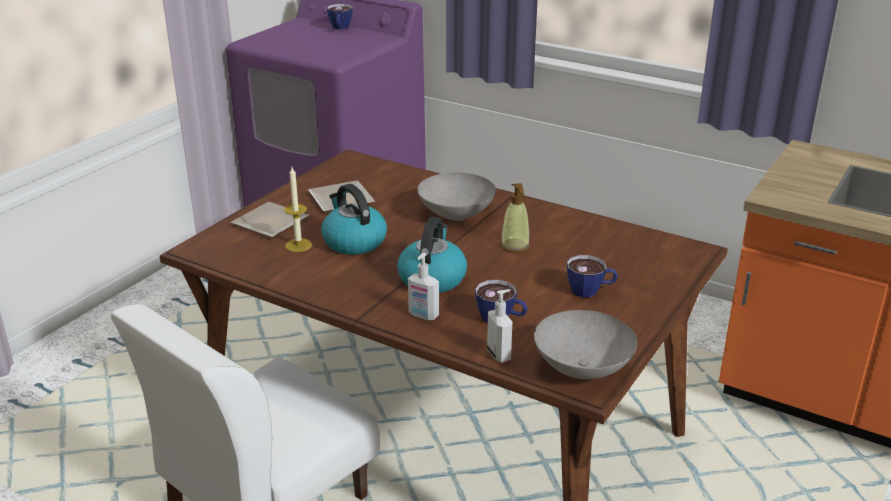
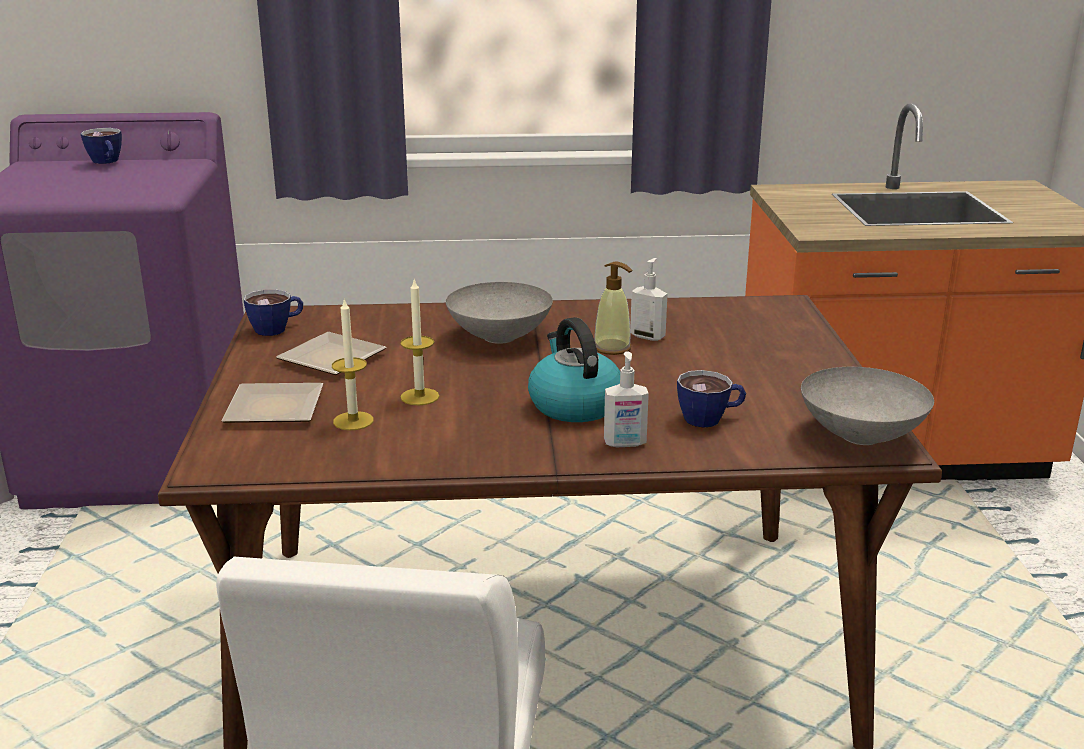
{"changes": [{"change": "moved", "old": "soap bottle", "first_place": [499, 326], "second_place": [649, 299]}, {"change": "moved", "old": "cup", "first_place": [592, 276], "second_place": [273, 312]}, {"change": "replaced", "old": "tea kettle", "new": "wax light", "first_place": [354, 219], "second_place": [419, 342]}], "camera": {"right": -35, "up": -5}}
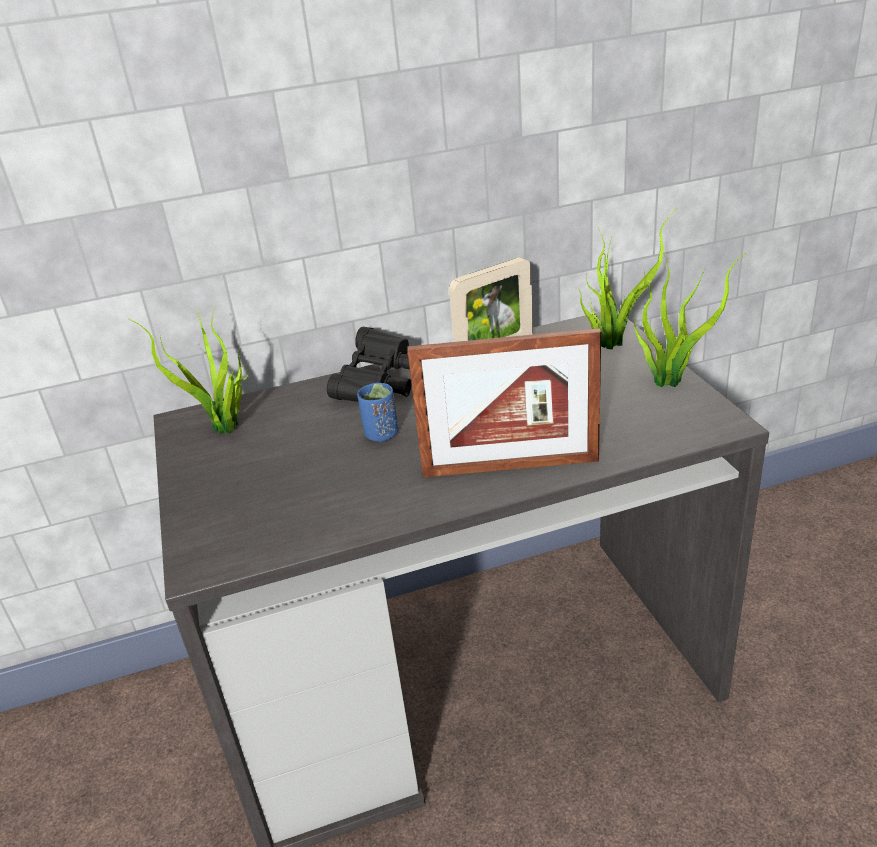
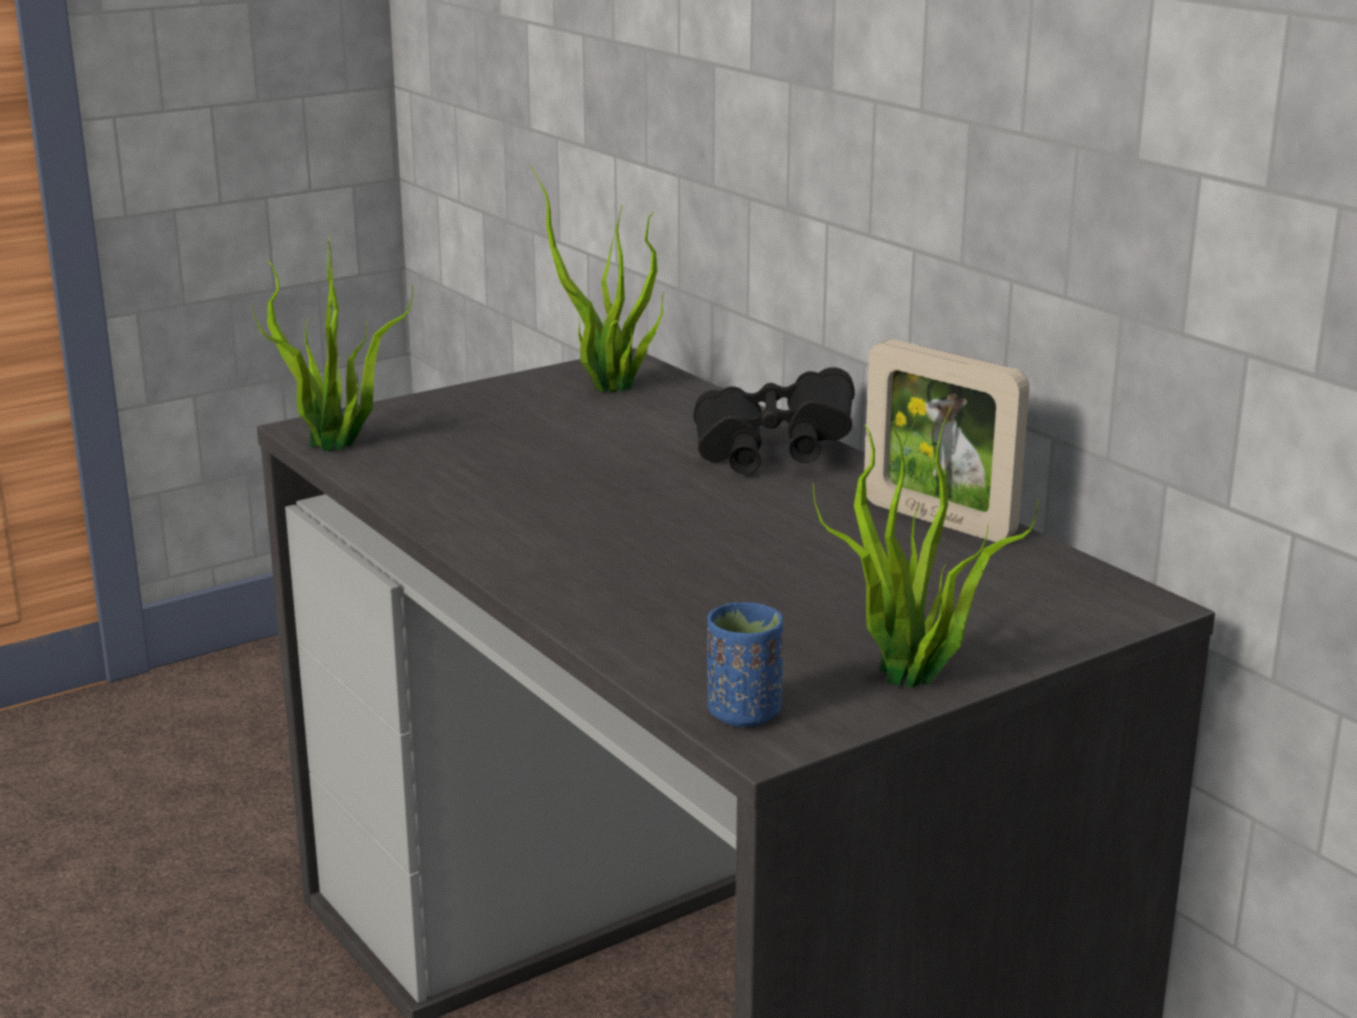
{"changes": [{"change": "removed", "old": "picture frame", "first_place": [504, 403]}, {"change": "moved", "old": "blue-coloured cup", "first_place": [377, 412], "second_place": [745, 664]}, {"change": "moved", "old": "potted plant", "first_place": [626, 280], "second_place": [332, 342]}], "camera": {"right": 70, "up": -10}}
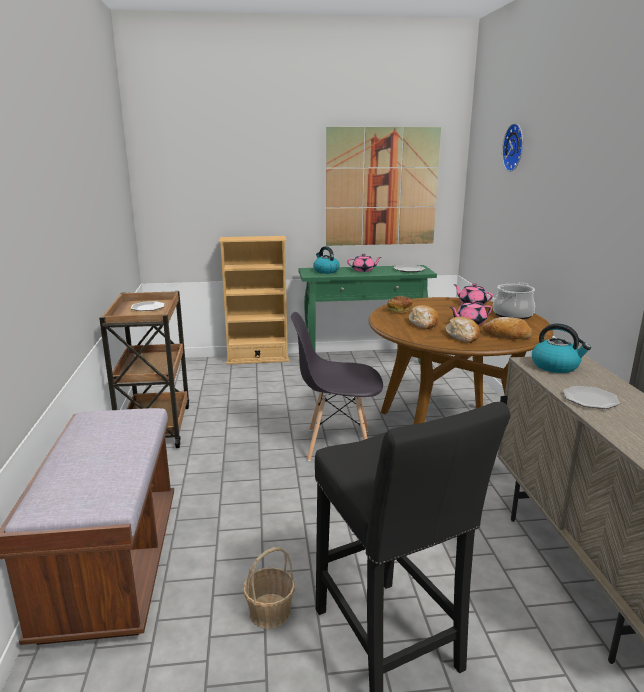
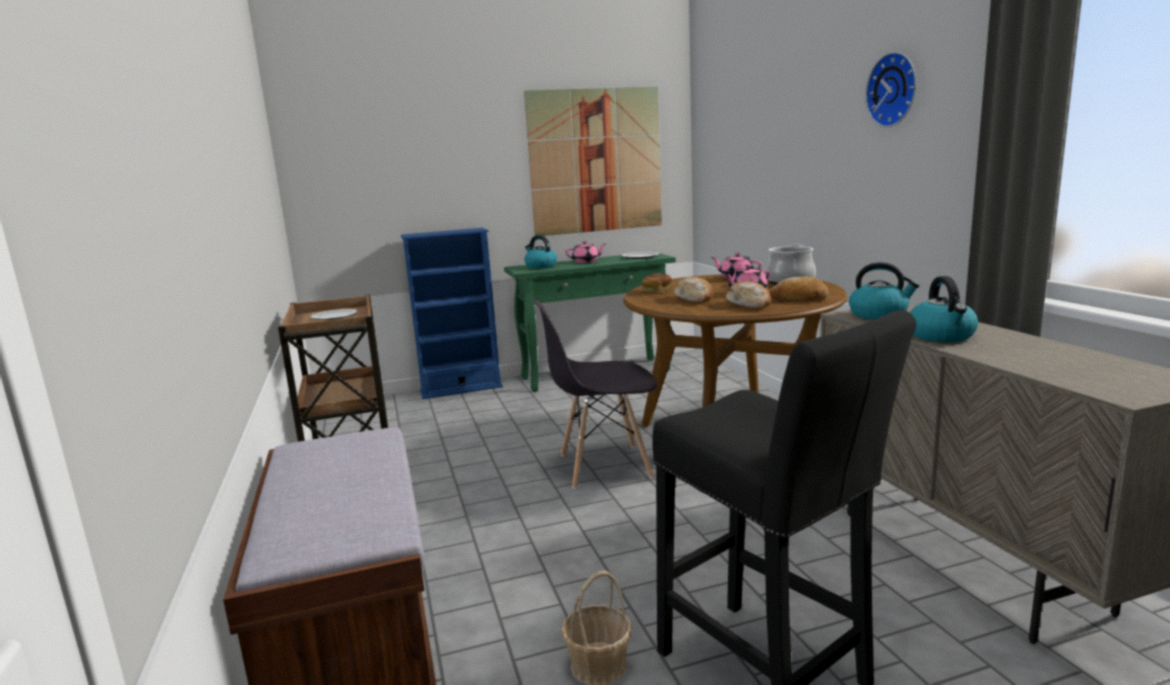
{"changes": [{"change": "moved", "old": "wall clock", "first_place": [512, 147], "second_place": [890, 89]}, {"change": "replaced", "old": "dinner plate", "new": "tea kettle", "first_place": [591, 397], "second_place": [944, 309]}, {"change": "recoloured", "old": "sand-coloured shelving unit", "new": "blue-coloured shelving unit", "first_place": [254, 300], "second_place": [452, 313]}], "camera": {"right": -10, "up": -5}}
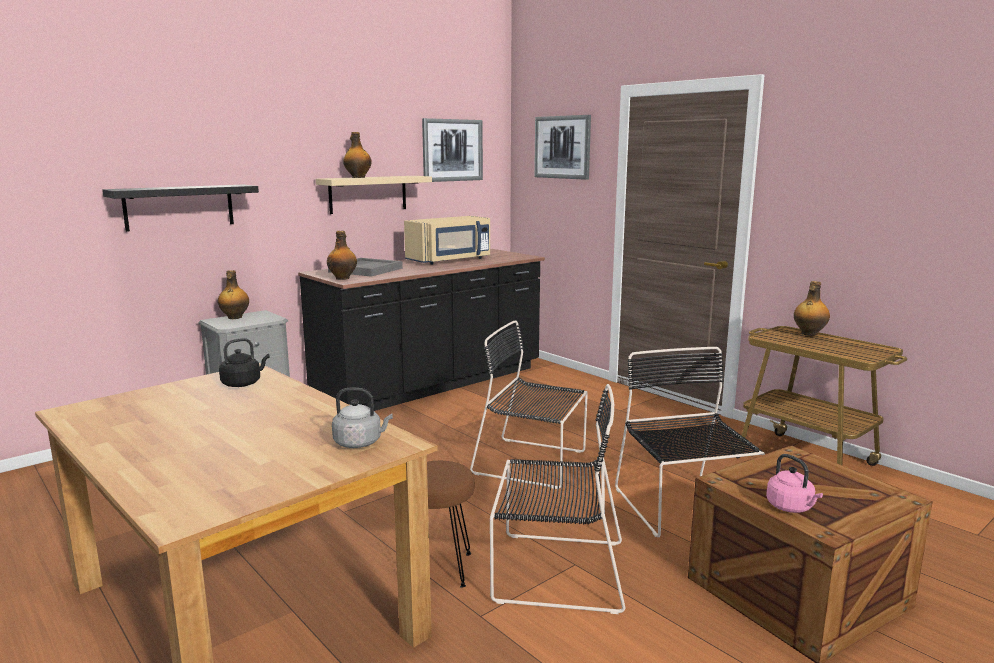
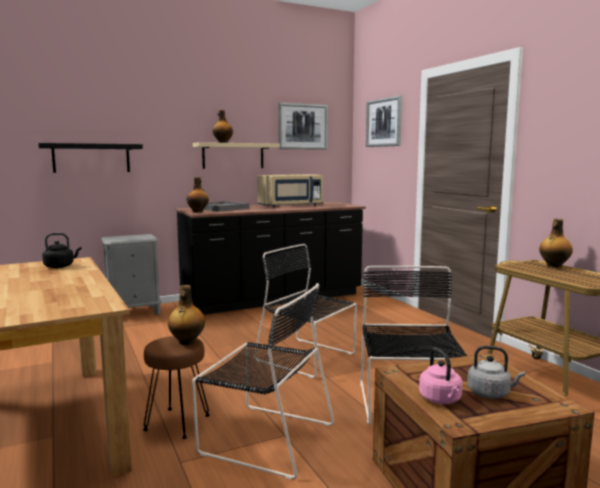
{"changes": [{"change": "moved", "old": "beverage bottle", "first_place": [233, 294], "second_place": [186, 315]}, {"change": "moved", "old": "greyish tea kettle", "first_place": [362, 418], "second_place": [496, 372]}], "camera": {"right": 15, "up": -5}}
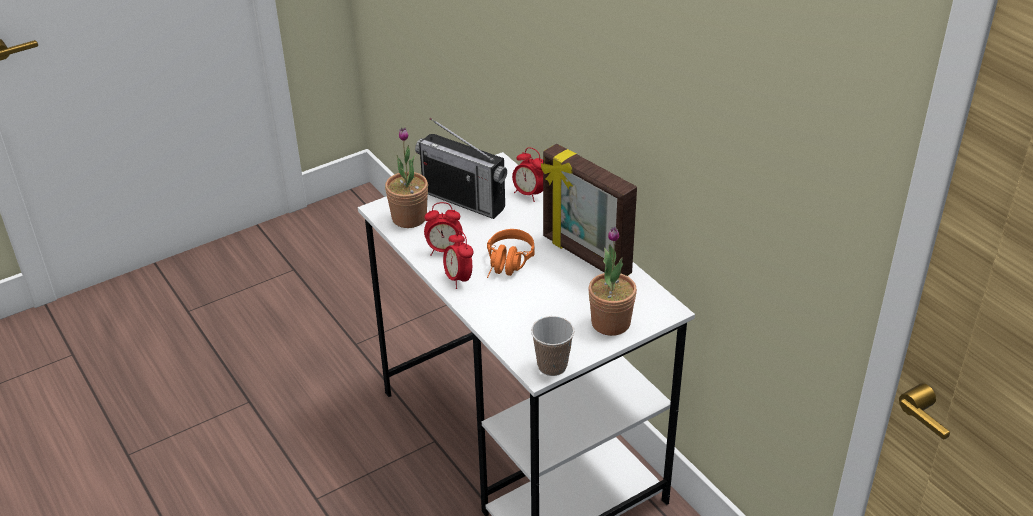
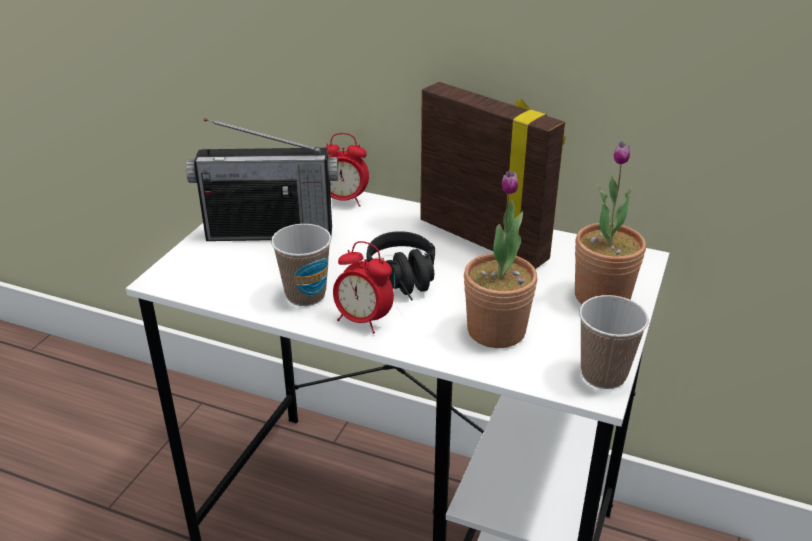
{"changes": [{"change": "moved", "old": "potted plant", "first_place": [406, 178], "second_place": [501, 259]}, {"change": "replaced", "old": "alarm clock", "new": "cup", "first_place": [443, 229], "second_place": [301, 265]}, {"change": "recoloured", "old": "orange-coloured headset", "new": "black-coloured headset", "first_place": [511, 253], "second_place": [401, 265]}, {"change": "turned", "old": "picture frame", "first_place": [589, 210], "second_place": [493, 175], "degrees": -150}], "camera": {"right": -35, "up": -5}}
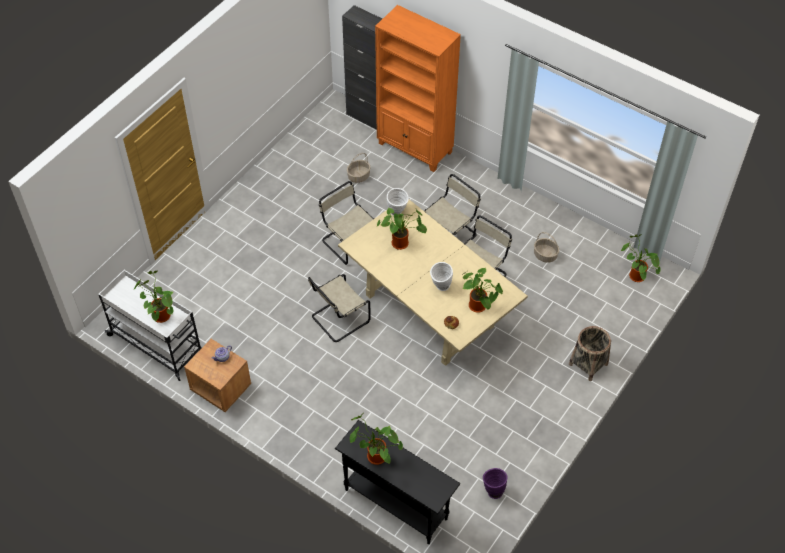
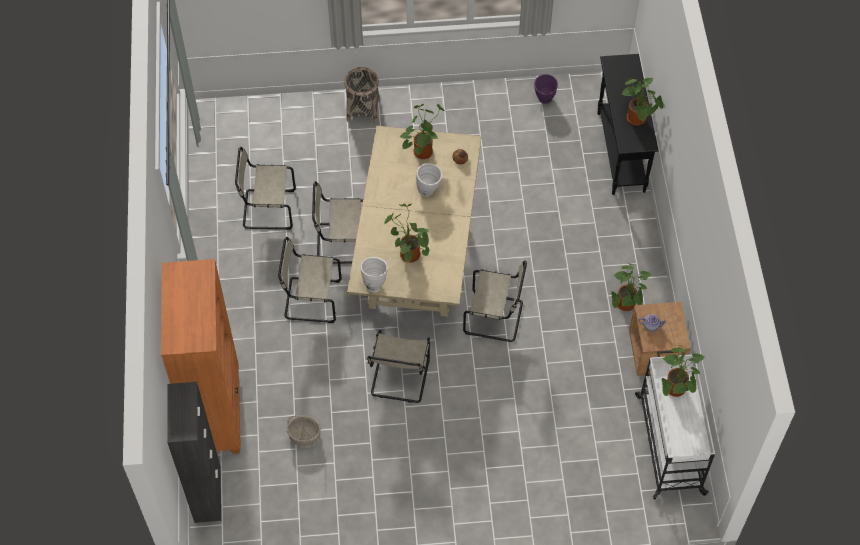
{"changes": [{"change": "moved", "old": "potted plant", "first_place": [640, 258], "second_place": [631, 287]}, {"change": "replaced", "old": "storage basket", "new": "sand-coloured chair", "first_place": [546, 247], "second_place": [265, 188]}], "camera": {"right": -130, "up": 5}}
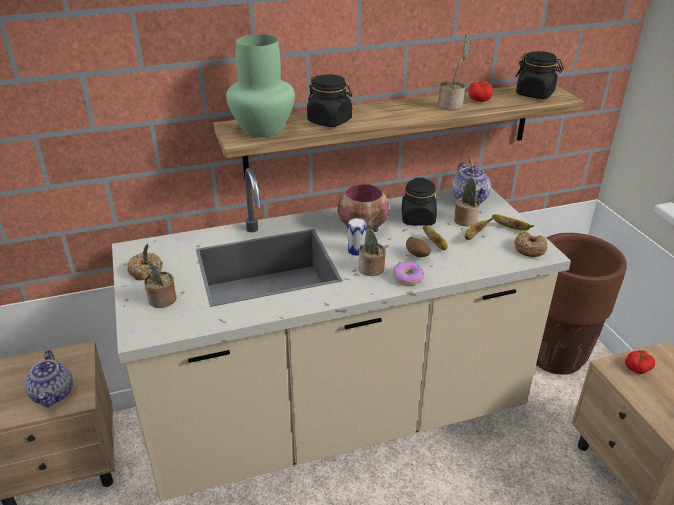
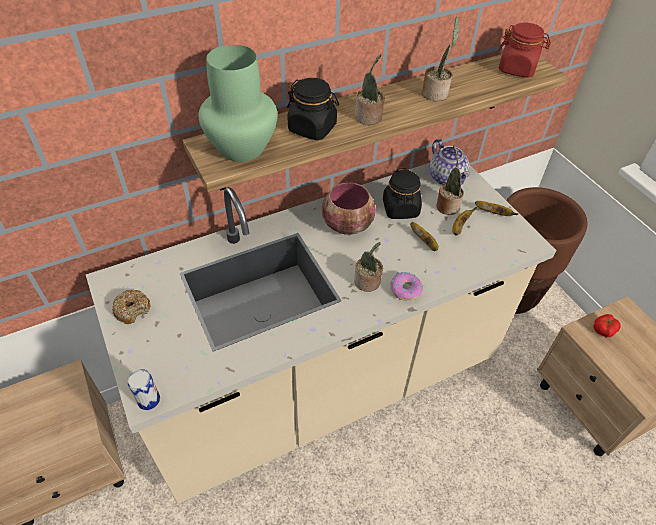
{"changes": [{"change": "removed", "old": "tea pot", "first_place": [49, 379]}, {"change": "removed", "old": "whole potato", "first_place": [418, 247]}, {"change": "removed", "old": "tomato", "first_place": [480, 91]}, {"change": "removed", "old": "ring doughnut", "first_place": [530, 244]}, {"change": "moved", "old": "potted plant", "first_place": [159, 276], "second_place": [370, 89]}, {"change": "moved", "old": "sealed can", "first_place": [357, 237], "second_place": [143, 390]}, {"change": "recoloured", "old": "black-coloured storage jar", "new": "red storage jar", "first_place": [539, 75], "second_place": [524, 50]}], "camera": {"right": -10, "up": 15}}
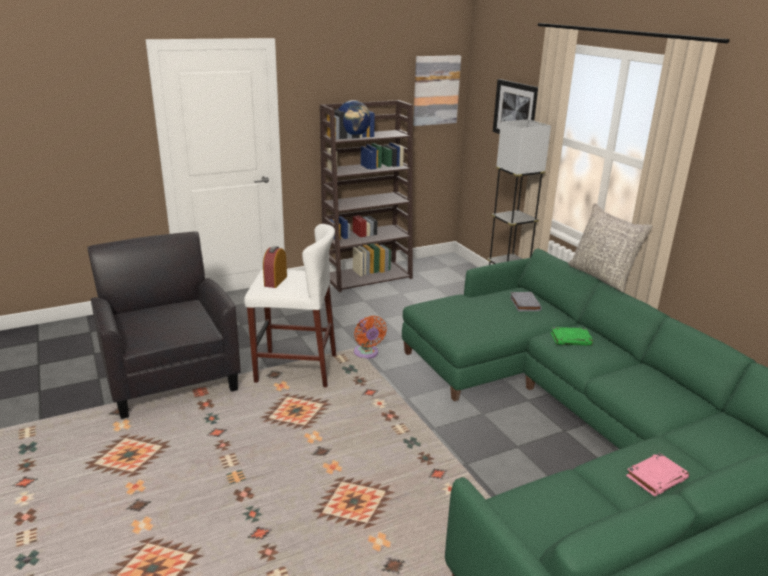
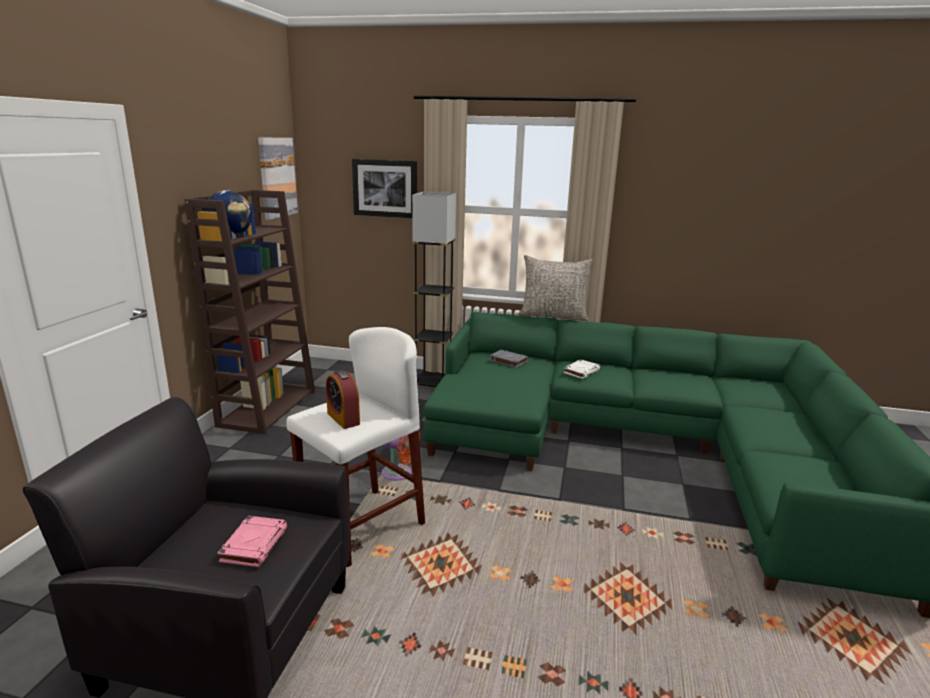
{"changes": [{"change": "moved", "old": "pinkish volume", "first_place": [657, 474], "second_place": [253, 541]}, {"change": "recoloured", "old": "greenish volume", "new": "white-coloured volume", "first_place": [572, 336], "second_place": [582, 369]}], "camera": {"right": -50, "up": -5}}
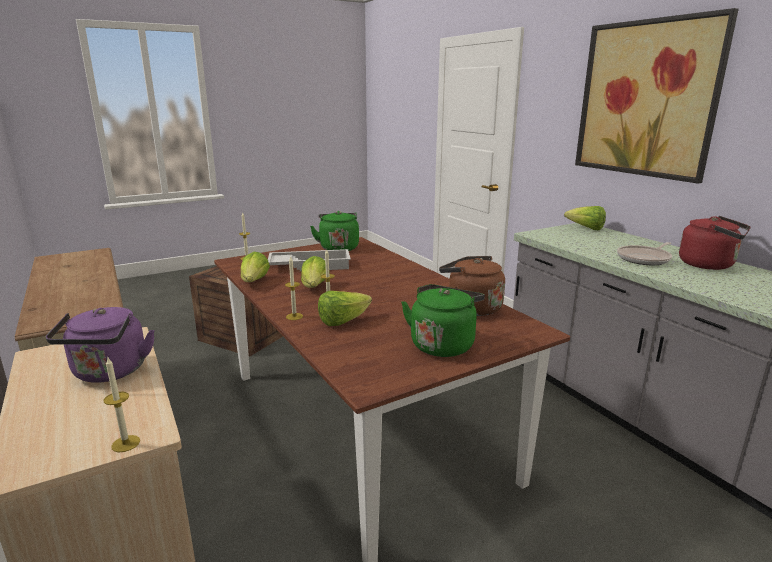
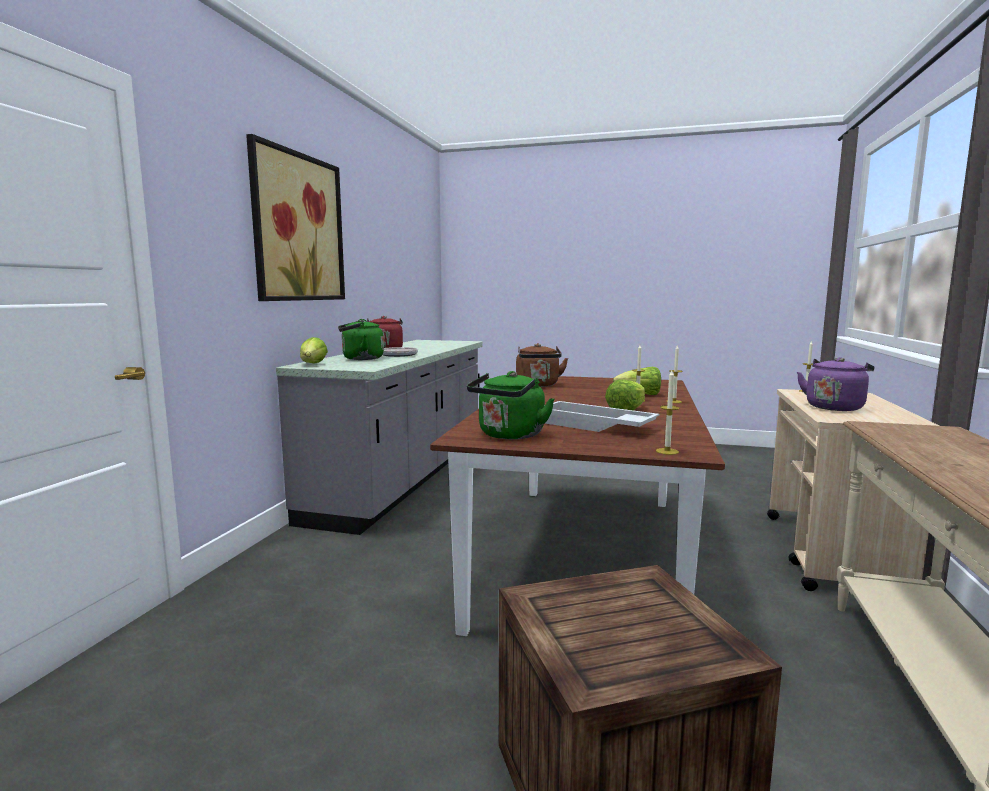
{"changes": [{"change": "removed", "old": "lettuce head", "first_place": [255, 267]}, {"change": "moved", "old": "greenish tea kettle", "first_place": [443, 320], "second_place": [361, 339]}], "camera": {"right": -135, "up": -10}}
